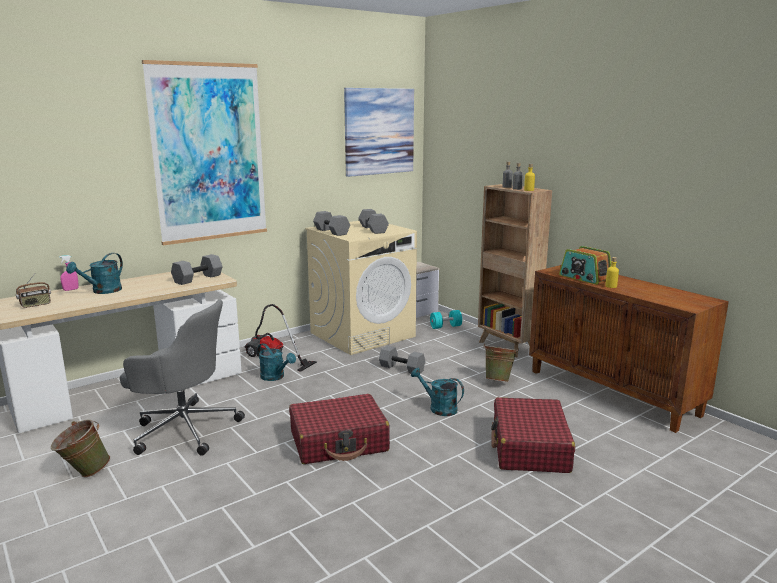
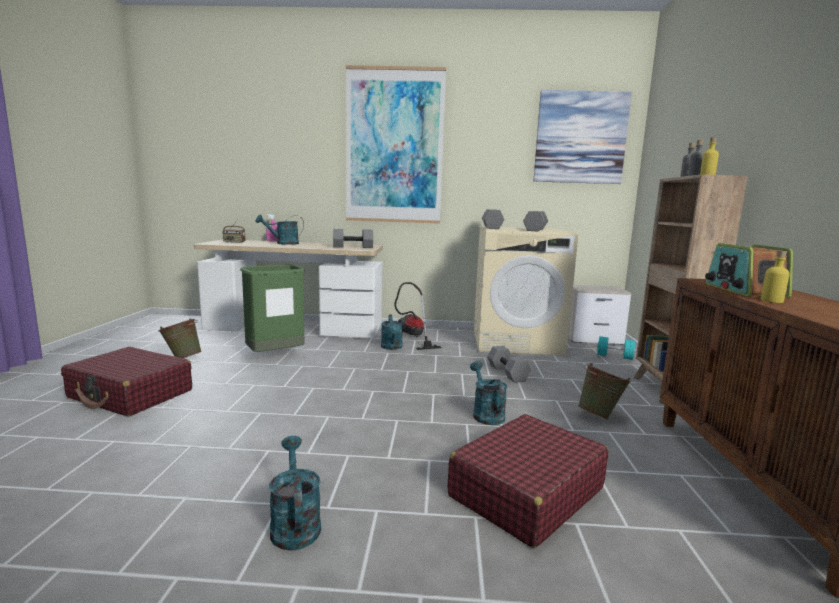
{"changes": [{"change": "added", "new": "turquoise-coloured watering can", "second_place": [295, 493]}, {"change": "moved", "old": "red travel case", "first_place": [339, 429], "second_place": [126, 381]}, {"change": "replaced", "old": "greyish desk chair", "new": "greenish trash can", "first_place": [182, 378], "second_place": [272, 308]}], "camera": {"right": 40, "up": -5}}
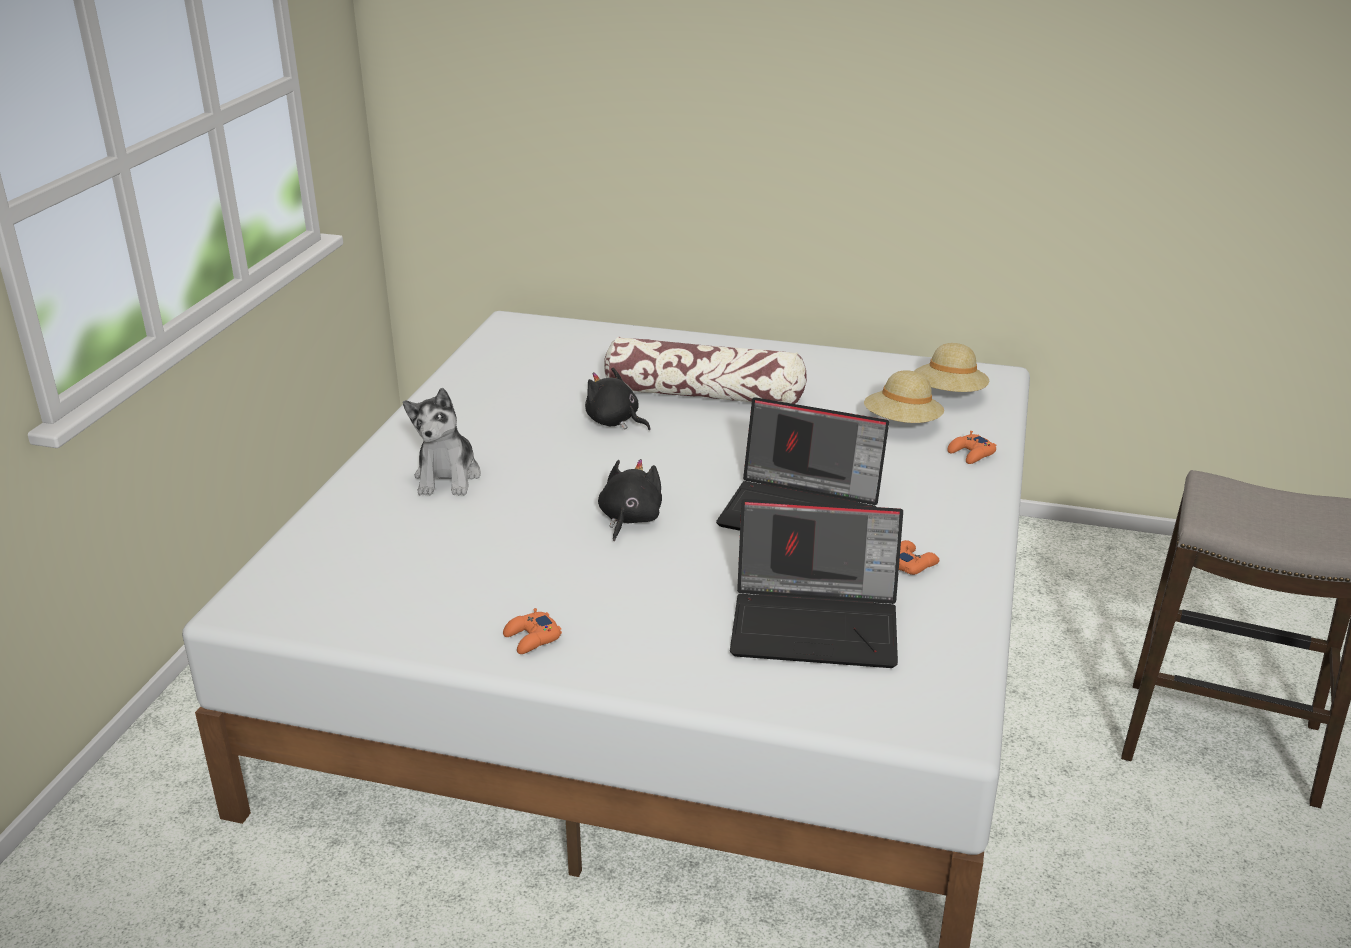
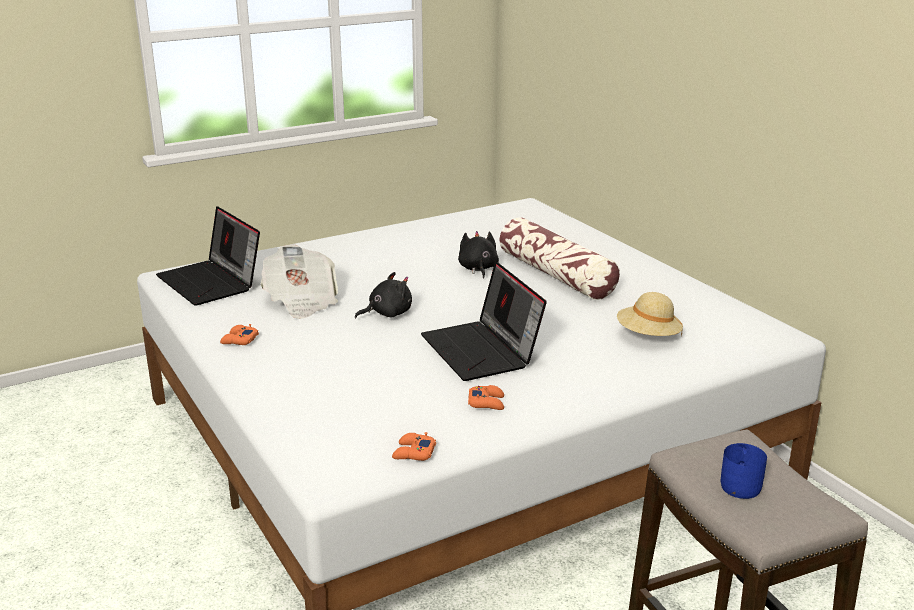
{"changes": [{"change": "removed", "old": "cuddly toy", "first_place": [442, 441]}, {"change": "removed", "old": "sand-coloured hat", "first_place": [951, 367]}, {"change": "added", "new": "newspaper", "second_place": [299, 281]}, {"change": "added", "new": "blue-coloured tea mug", "second_place": [744, 471]}, {"change": "moved", "old": "notebook computer", "first_place": [816, 583], "second_place": [208, 256]}, {"change": "moved", "old": "orange-coloured joypad", "first_place": [971, 447], "second_place": [414, 446]}], "camera": {"right": 45, "up": -5}}
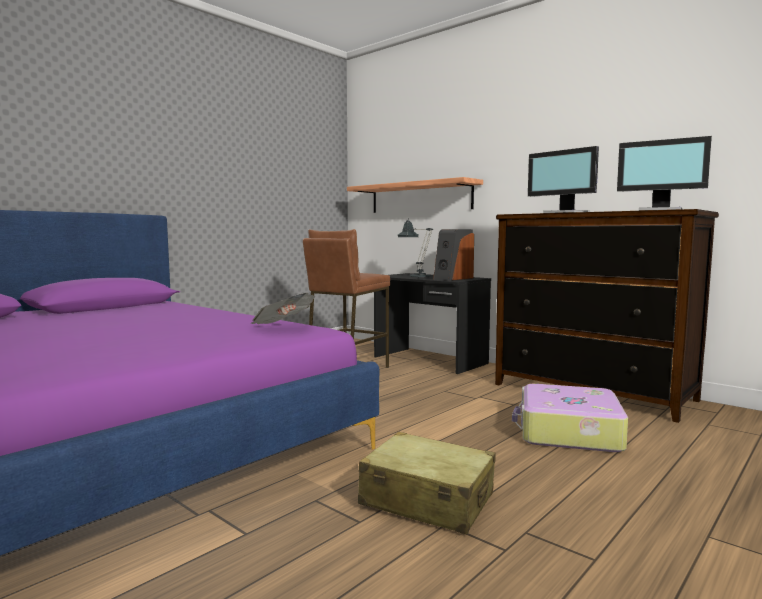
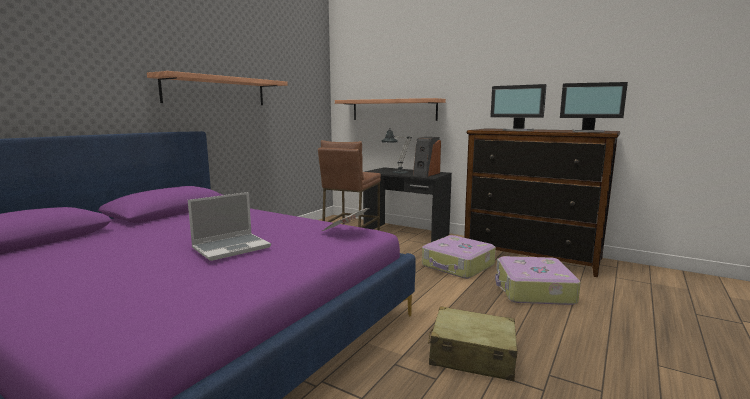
{"changes": [{"change": "added", "new": "bracket shelf", "second_place": [217, 88]}, {"change": "added", "new": "notebook computer", "second_place": [229, 226]}, {"change": "added", "new": "travel case", "second_place": [459, 257]}], "camera": {"right": -10, "up": 5}}
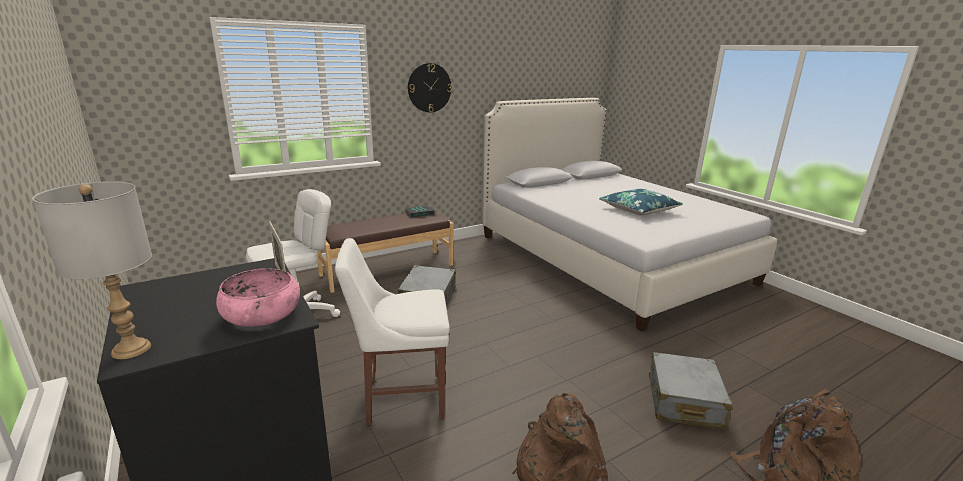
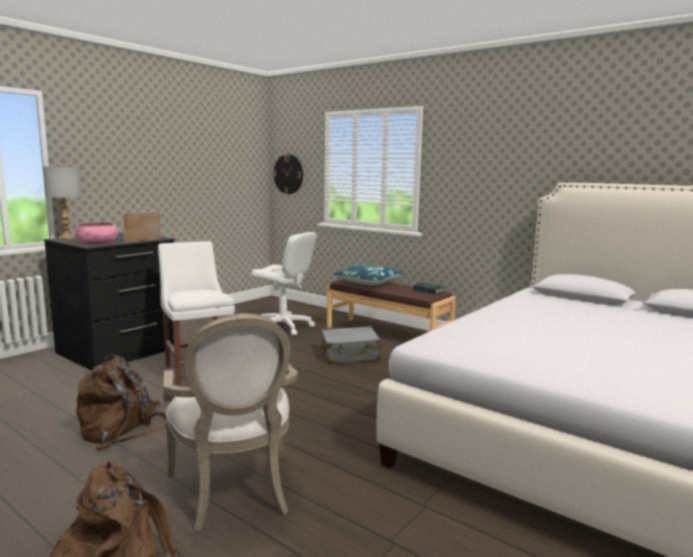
{"changes": [{"change": "moved", "old": "wall clock", "first_place": [430, 87], "second_place": [288, 174]}, {"change": "moved", "old": "blue-coloured pillow", "first_place": [641, 202], "second_place": [368, 275]}, {"change": "replaced", "old": "greyish travel case", "new": "easy chair", "first_place": [690, 391], "second_place": [230, 422]}], "camera": {"right": 70, "up": -10}}
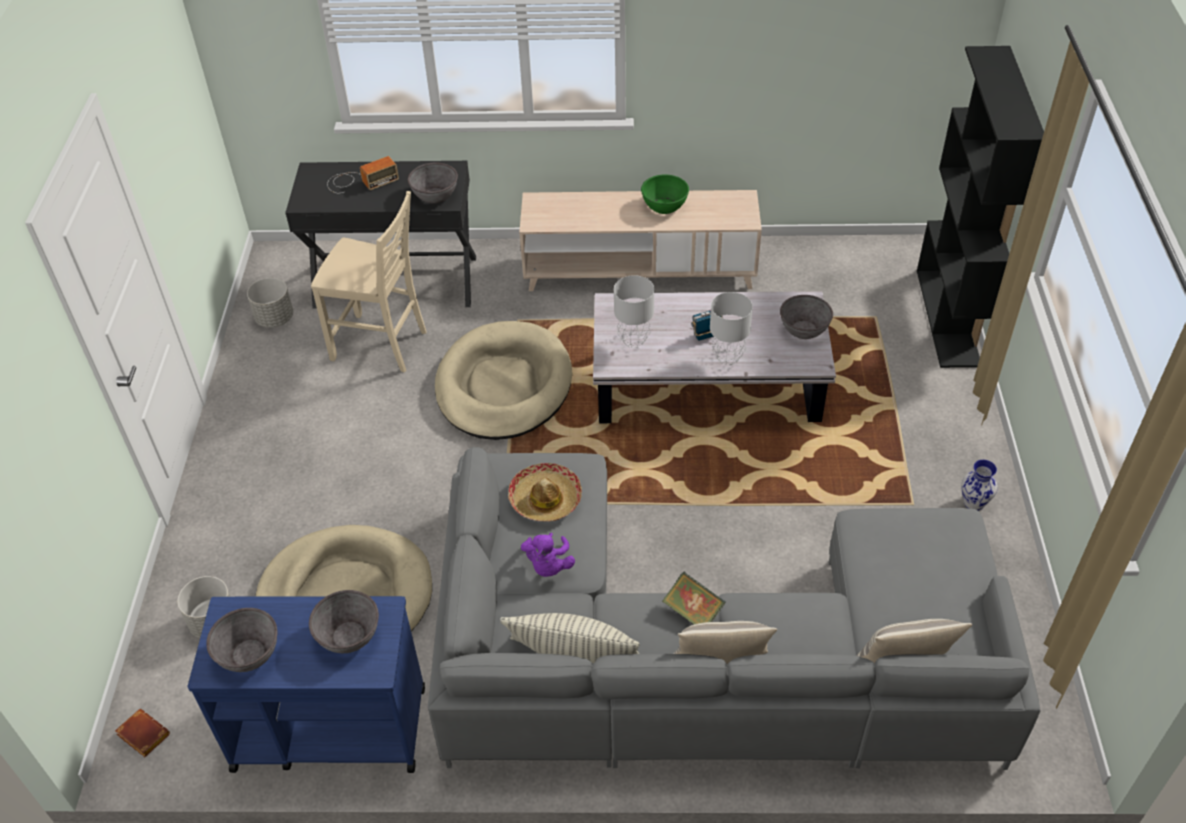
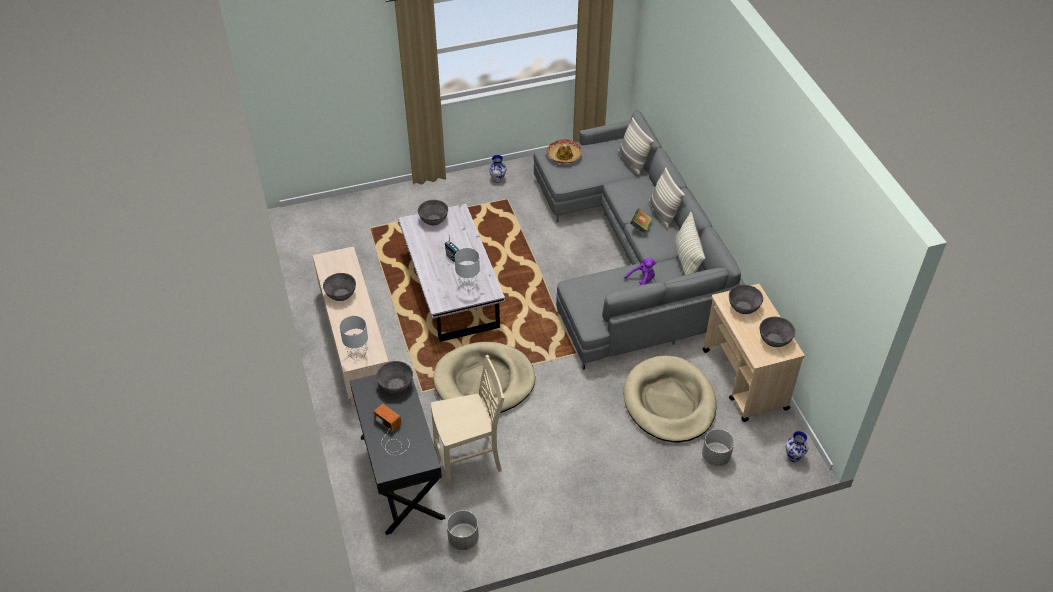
{"changes": [{"change": "removed", "old": "black-coloured shelving unit", "first_place": [980, 207]}, {"change": "moved", "old": "hat", "first_place": [545, 492], "second_place": [564, 151]}, {"change": "moved", "old": "greyish tabletop lamp", "first_place": [731, 328], "second_place": [354, 338]}, {"change": "replaced", "old": "brownish volume", "new": "vase", "first_place": [142, 733], "second_place": [797, 446]}, {"change": "recoloured", "old": "blue-coloured cart", "new": "sand-coloured cart", "first_place": [306, 684], "second_place": [754, 353]}, {"change": "recoloured", "old": "greenish deep dish", "new": "greyish deep dish", "first_place": [665, 194], "second_place": [339, 287]}, {"change": "turned", "old": "sand-coloured chair", "first_place": [368, 281], "second_place": [468, 421], "degrees": 75}], "camera": {"right": -110, "up": 0}}
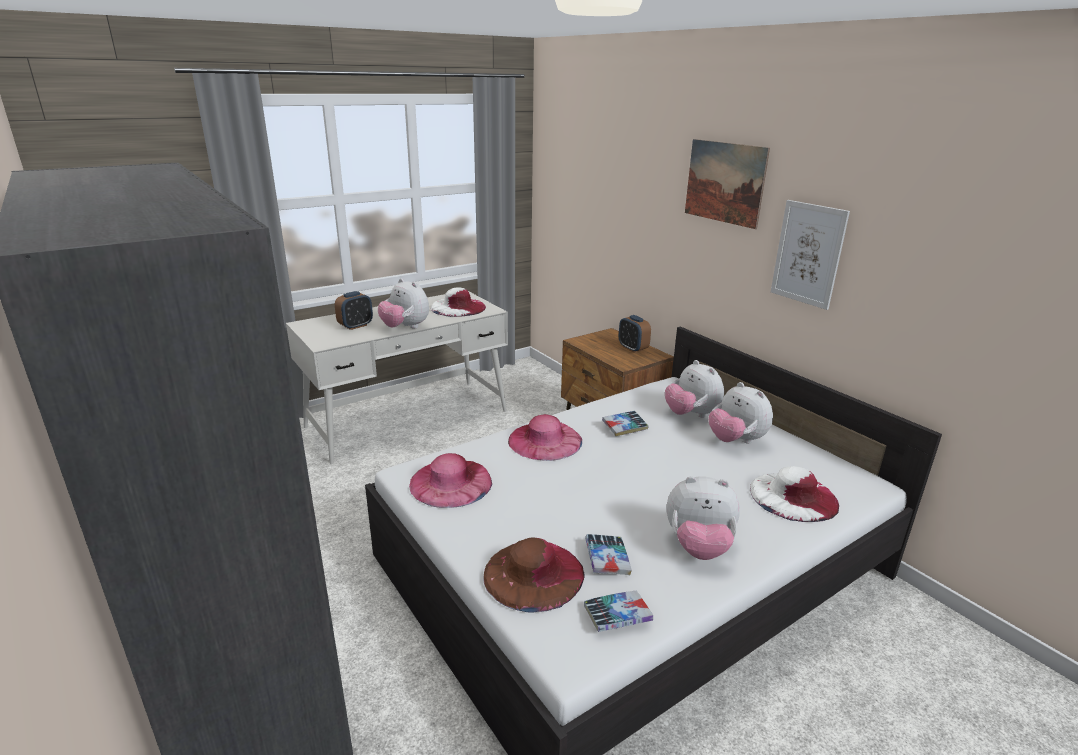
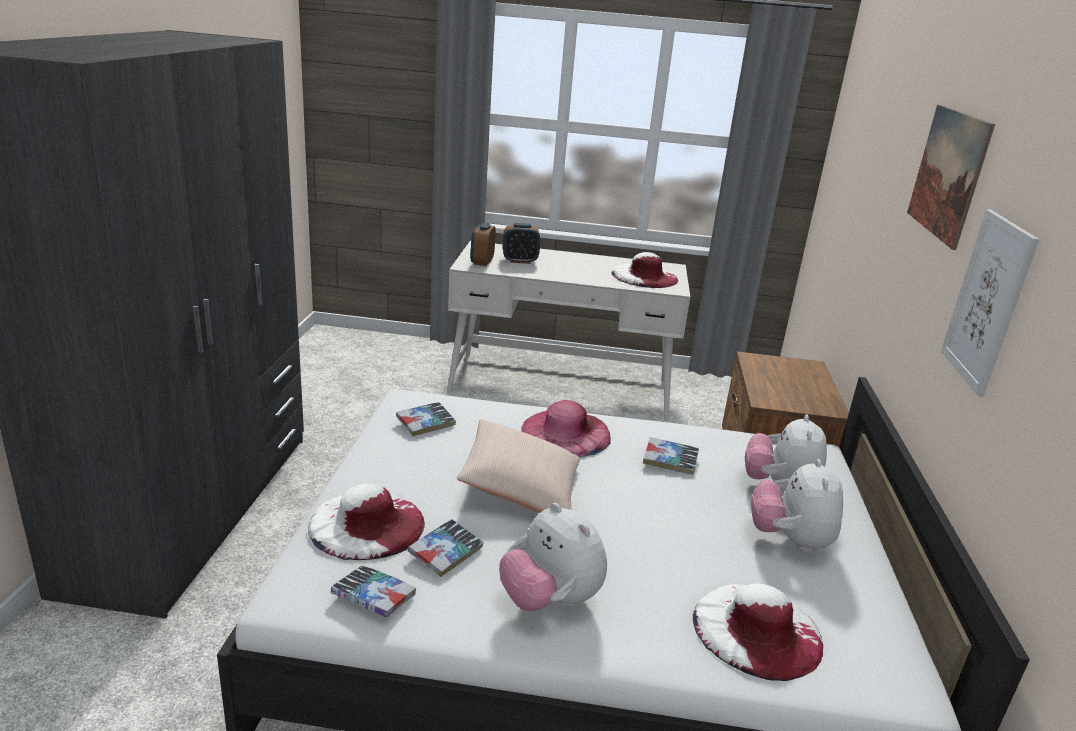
{"changes": [{"change": "removed", "old": "cuddly toy", "first_place": [403, 303]}, {"change": "added", "new": "sand-coloured pillow", "second_place": [518, 466]}, {"change": "moved", "old": "alarm clock", "first_place": [635, 334], "second_place": [483, 244]}, {"change": "replaced", "old": "pinkish hat", "new": "volume", "first_place": [450, 480], "second_place": [426, 419]}, {"change": "recoloured", "old": "brownish hat", "new": "white-coloured hat", "first_place": [534, 575], "second_place": [366, 521]}], "camera": {"right": 40, "up": 0}}
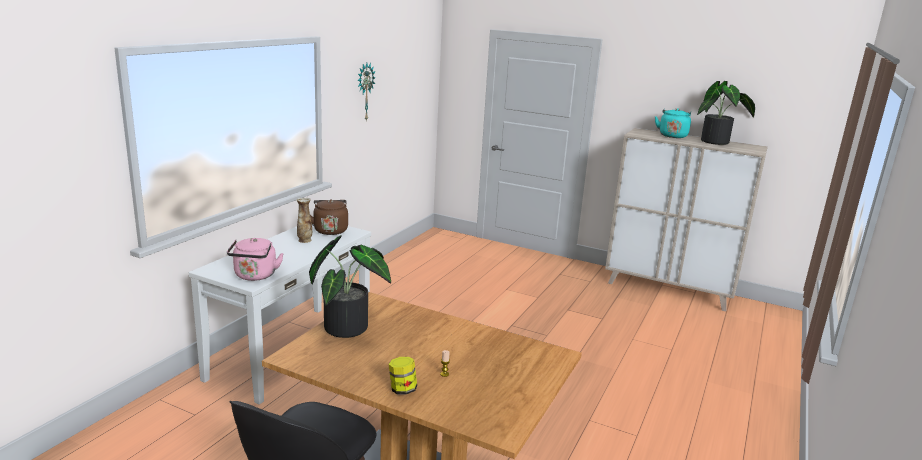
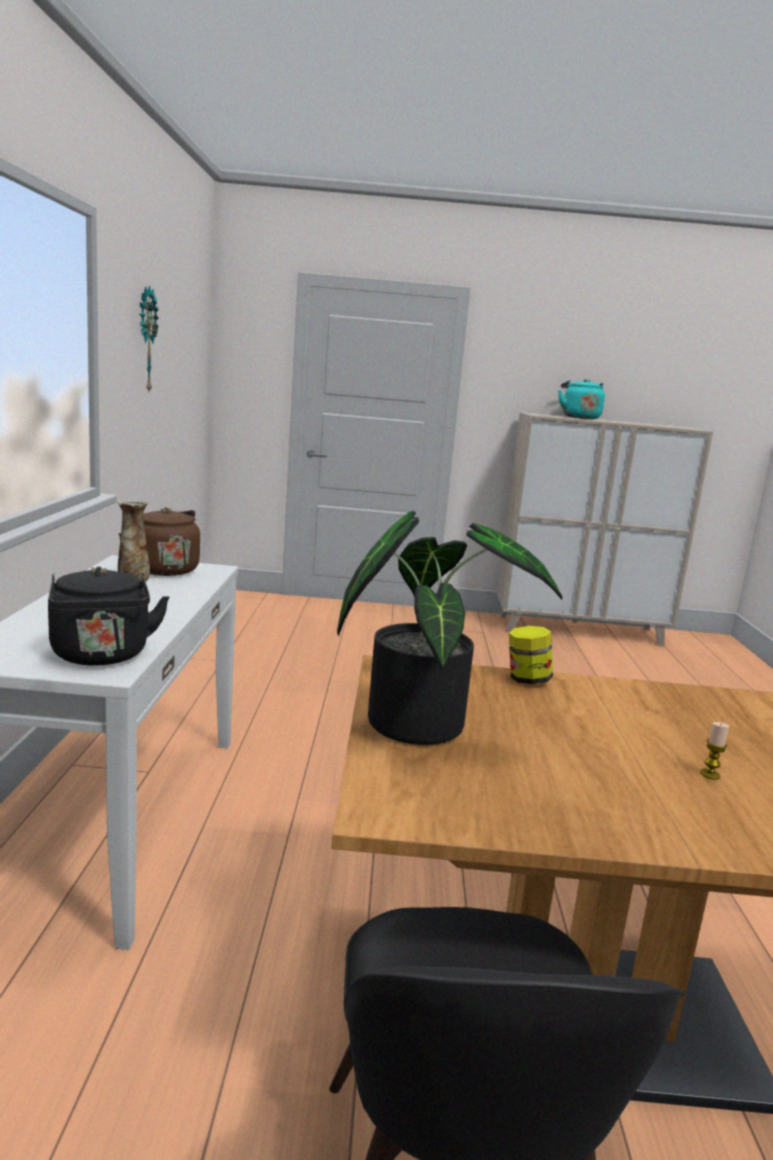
{"changes": [{"change": "removed", "old": "potted plant", "first_place": [726, 113]}, {"change": "moved", "old": "storage jar", "first_place": [403, 375], "second_place": [531, 655]}, {"change": "recoloured", "old": "pinkish tea kettle", "new": "black-coloured tea kettle", "first_place": [255, 259], "second_place": [108, 616]}], "camera": {"right": -25, "up": -5}}
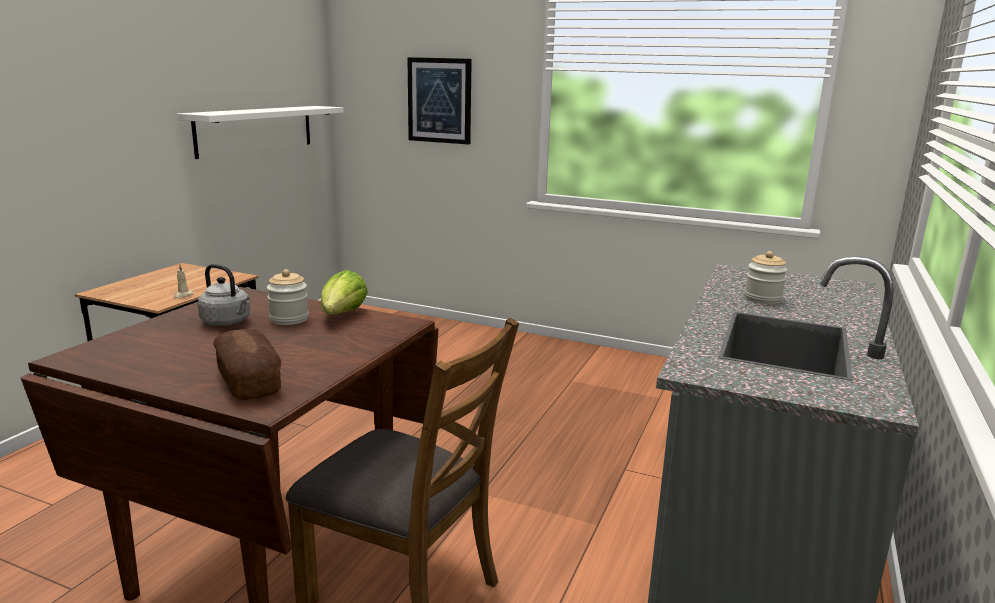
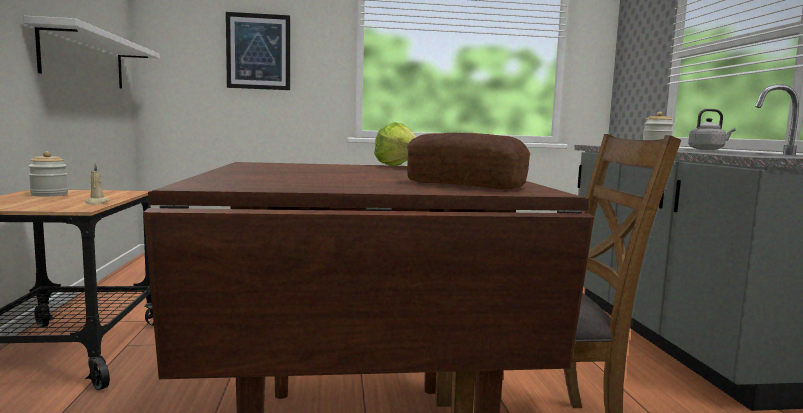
{"changes": [{"change": "moved", "old": "greyish tea kettle", "first_place": [224, 295], "second_place": [712, 129]}, {"change": "moved", "old": "storage jar", "first_place": [288, 297], "second_place": [48, 174]}], "camera": {"right": -30, "up": -10}}
